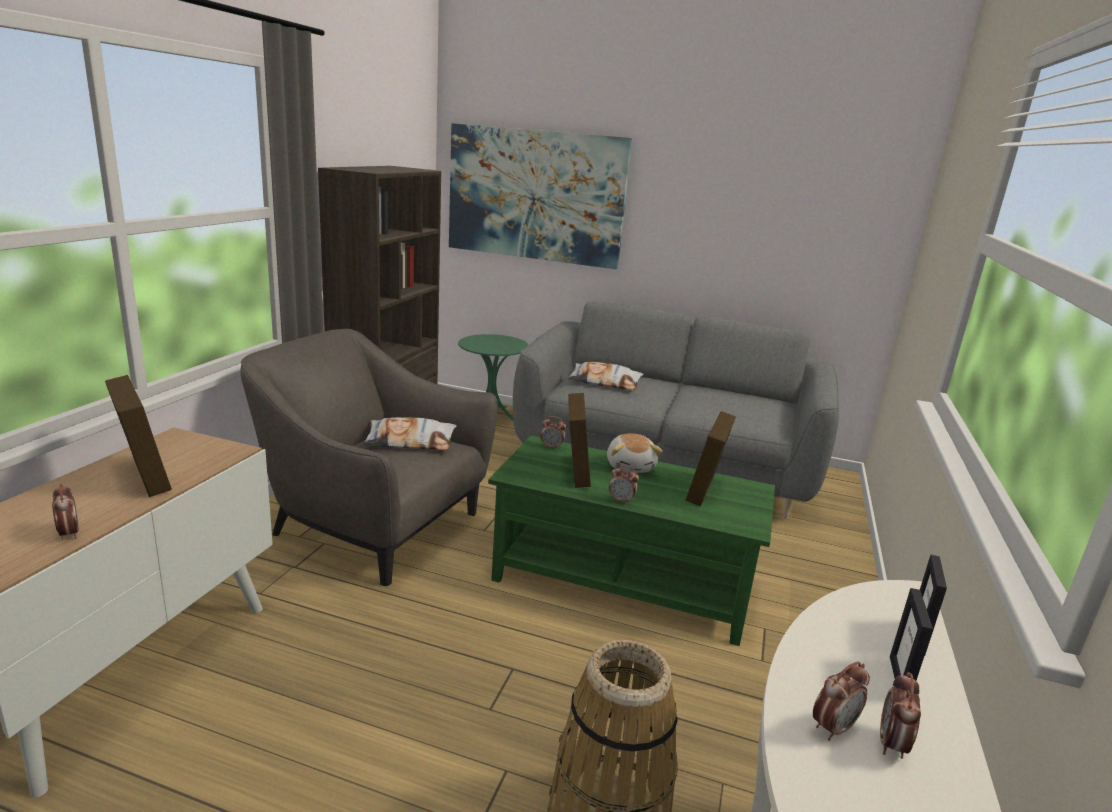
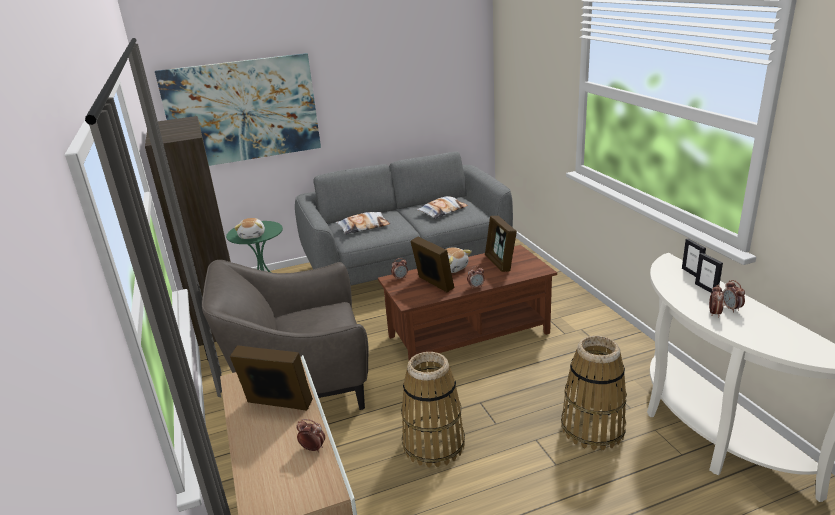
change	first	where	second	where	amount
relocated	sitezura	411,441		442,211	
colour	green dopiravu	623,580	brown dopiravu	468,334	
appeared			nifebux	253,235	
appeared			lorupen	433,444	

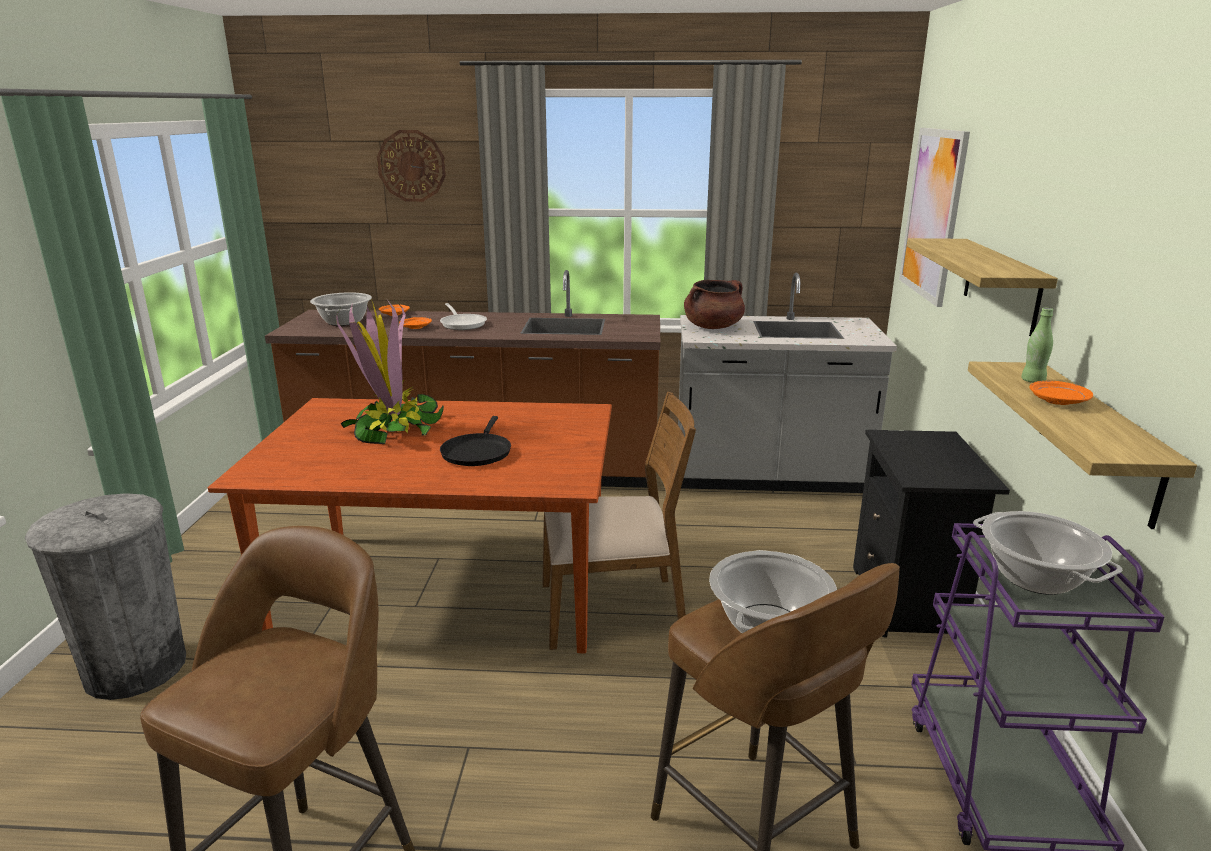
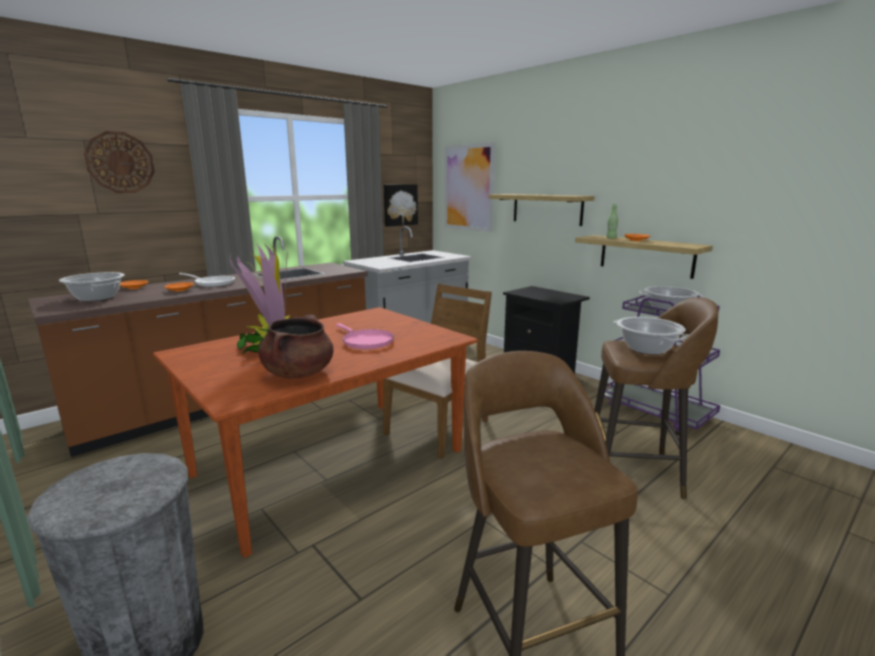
change	first	where	second	where	amount
relocated	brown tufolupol	713,327		299,373	
colour	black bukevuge	477,452	pink bukevuge	366,341	
appeared			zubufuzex	400,205	

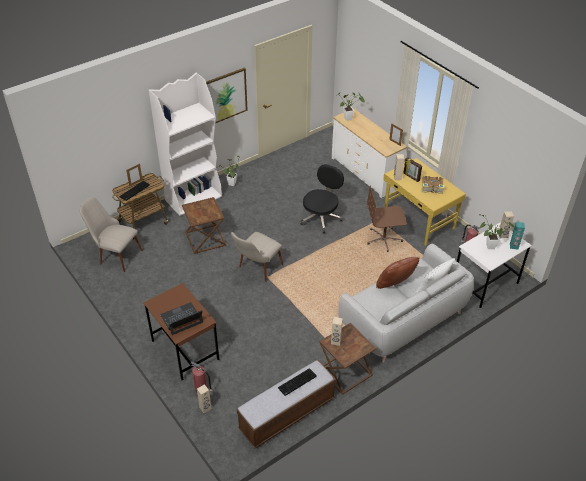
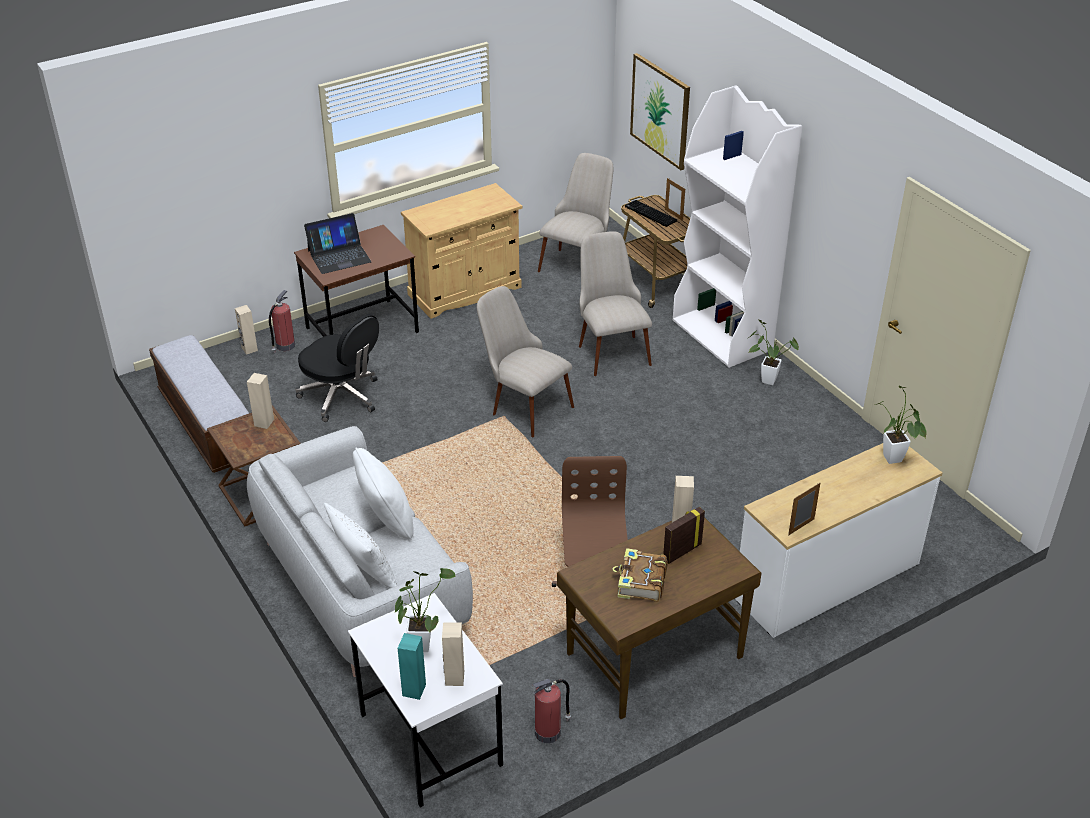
change	first	where	second	where	amount
relocated	zubufuzex	224,96		660,111	
colour	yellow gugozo	418,220	brown gugozo	652,654	
relocated	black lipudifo	321,218		342,396	
exchanged	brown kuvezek	204,238	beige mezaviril	610,348	
colour	brown sitezura	395,285	white sitezura	386,521	
spun	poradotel	181,319		339,256	90 degrees clockwise
missing	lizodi	297,383			
appeared			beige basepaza	465,291	

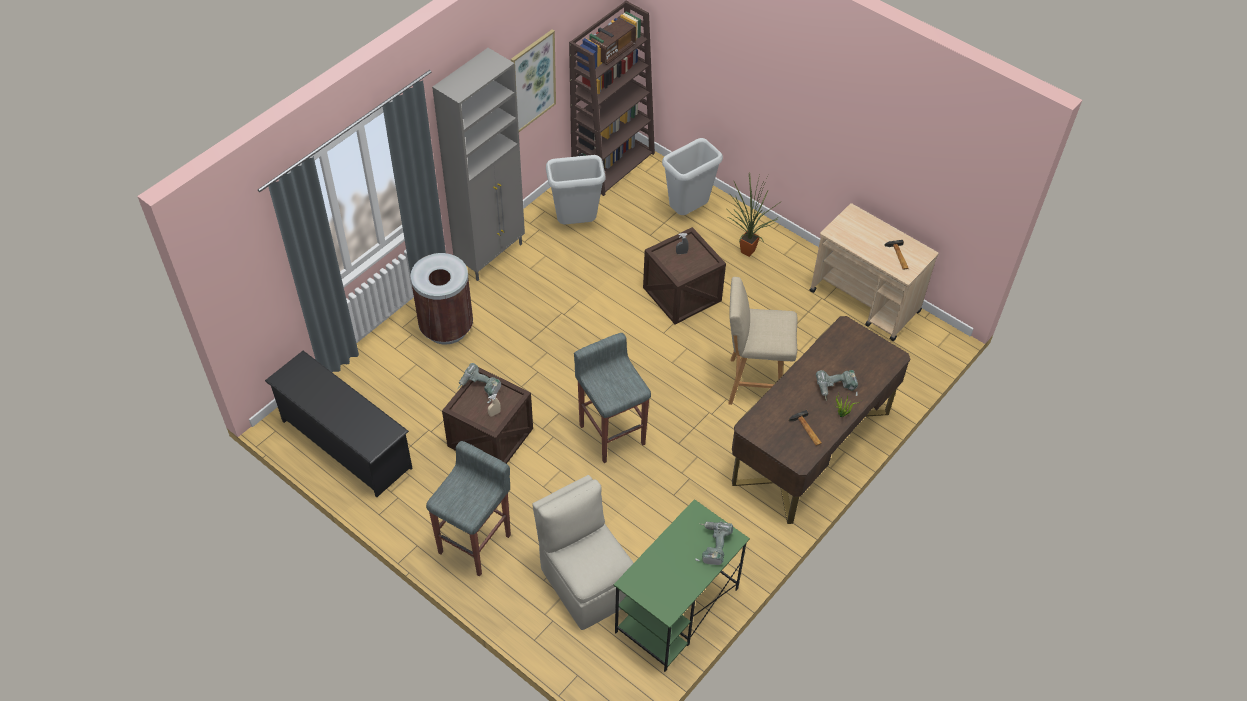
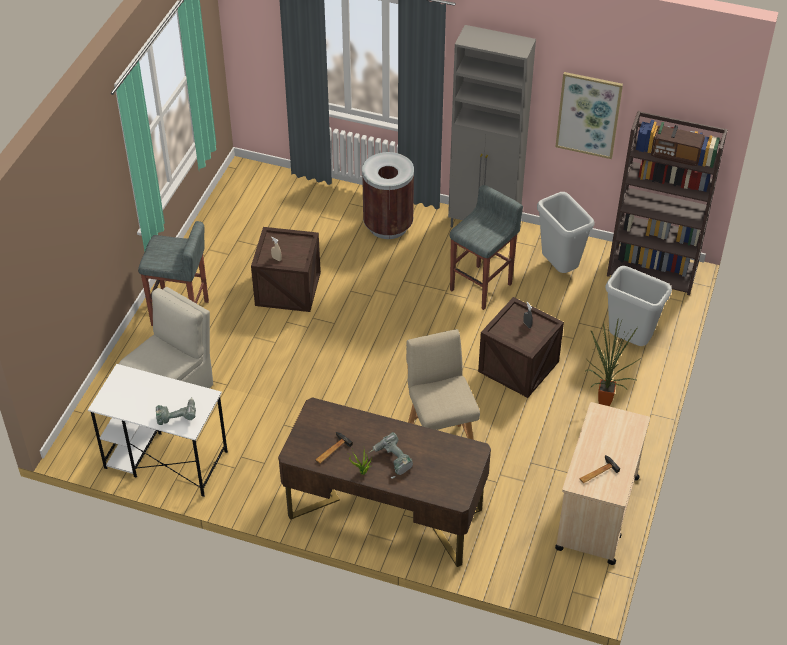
change	first	where	second	where	amount
relocated	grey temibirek	612,433		482,287	
missing	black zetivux	345,444			
missing	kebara	479,388			
colour	green gugozo	676,611	white gugozo	165,459	

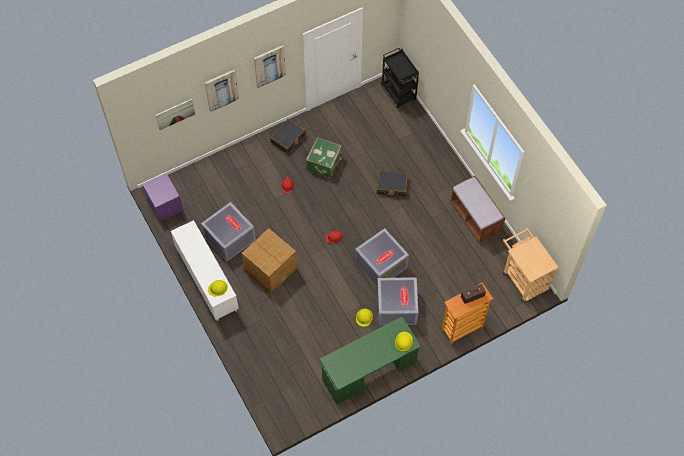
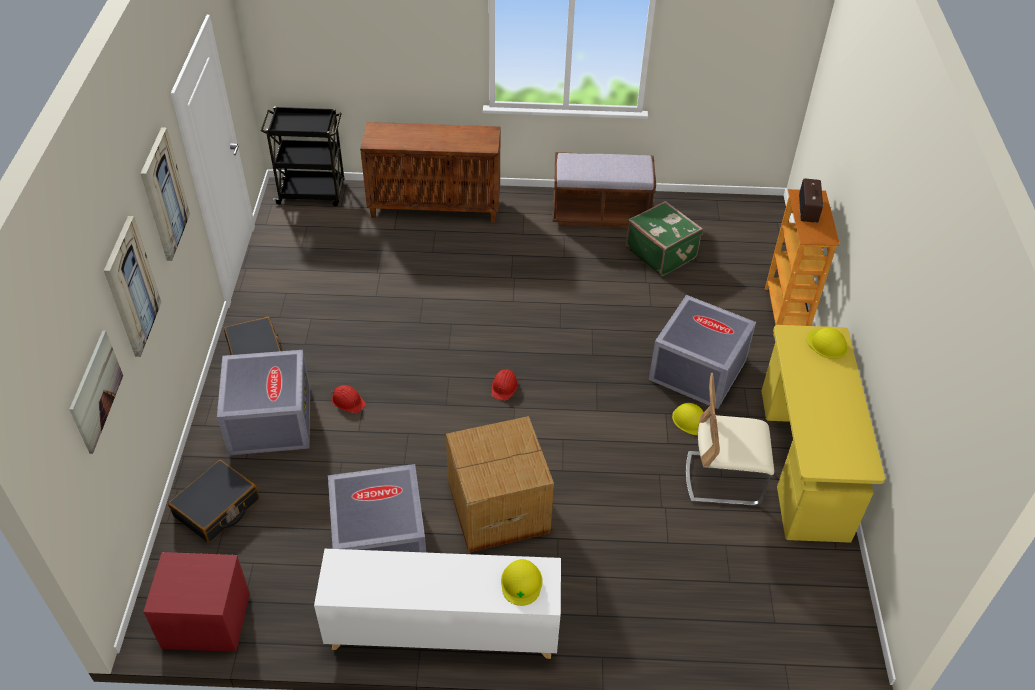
change	first	where	second	where	amount
relocated	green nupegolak	325,163		661,252	
relocated	black nupegolak	391,186		217,508	
colour	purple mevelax	164,205	red mevelax	205,622	
missing	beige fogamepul	523,277			
relocated	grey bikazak	381,263		269,420	
colour	green gugozo	369,371	yellow gugozo	803,463	
appeared			brown basepaza	435,207	
appeared			beige mezaviril	723,479	

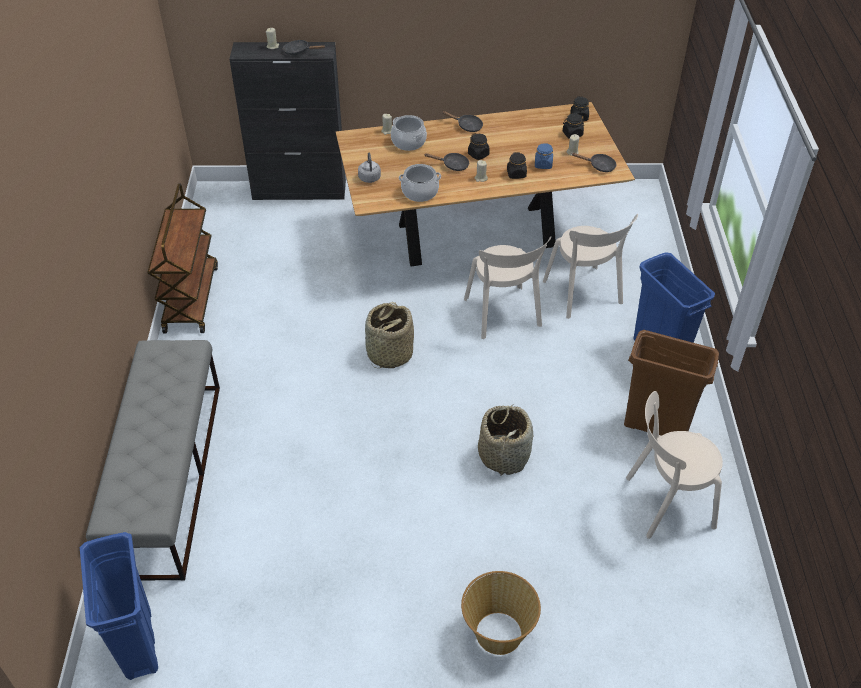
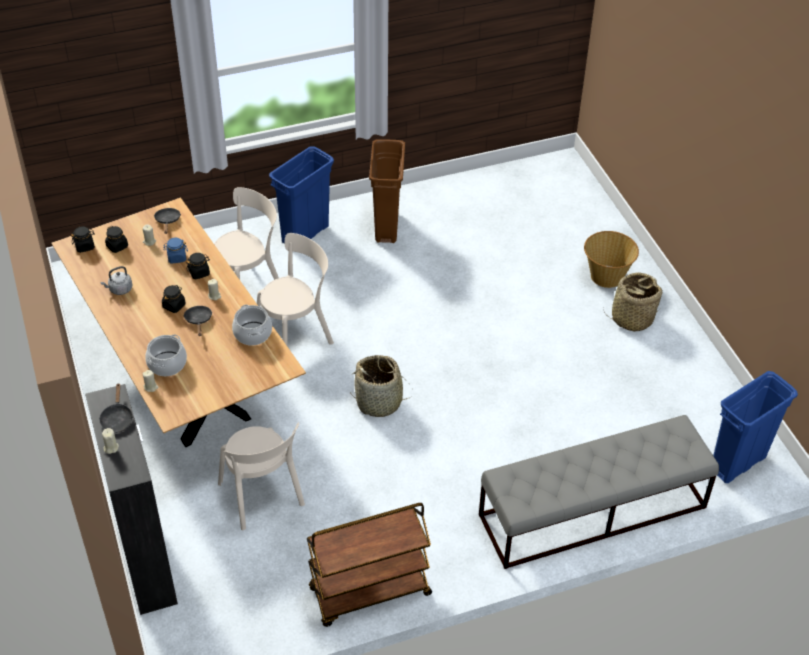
change	first	where	second	where	amount
missing	black bukevuge	467,126			
relocated	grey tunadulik	369,177		119,289	
relocated	beige mezaviril	665,503		262,497	
relocated	lorupen	504,455		631,318	

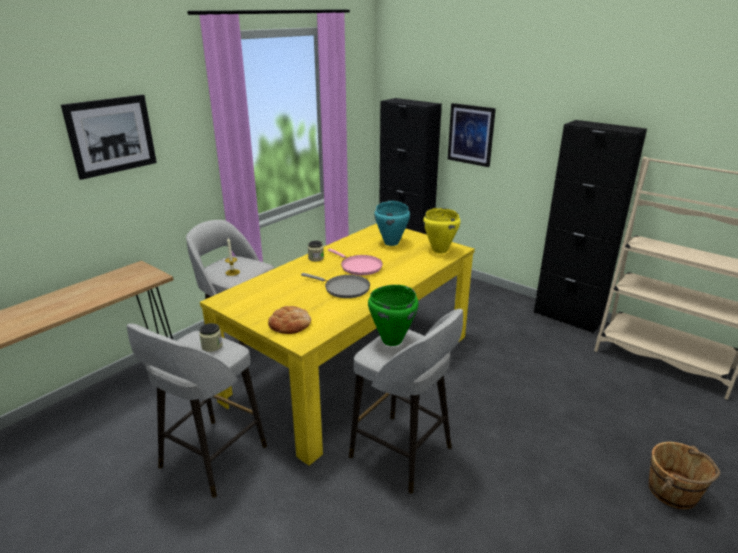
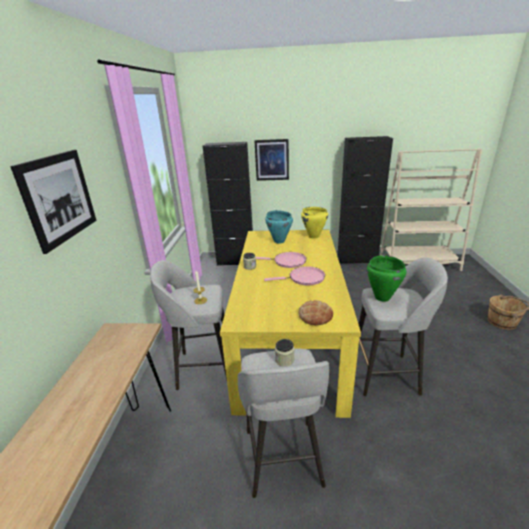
change	first	where	second	where	amount
colour	grey bukevuge	344,288	pink bukevuge	304,278	

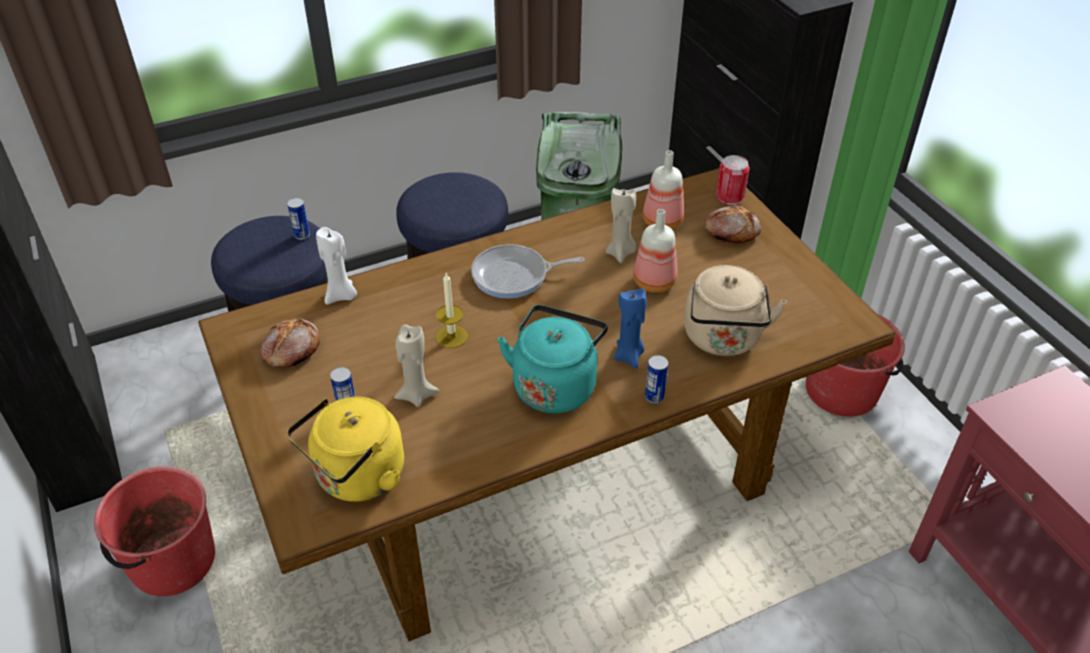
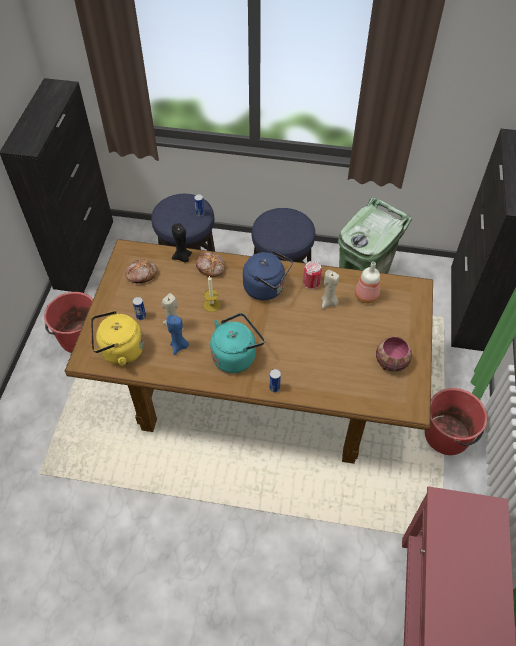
change	first	where	second	where	amount
relocated	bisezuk	730,196		311,282	
relocated	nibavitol	731,231		211,267	
missing	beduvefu	654,281			
colour	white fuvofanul	341,296	black fuvofanul	182,257	
exchanged	bukevuge	514,276	blue tunadulik	266,288	
missing	beige tunadulik	723,339			
relocated	blue fuvofanul	629,356		179,346	
appeared			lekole	390,362	

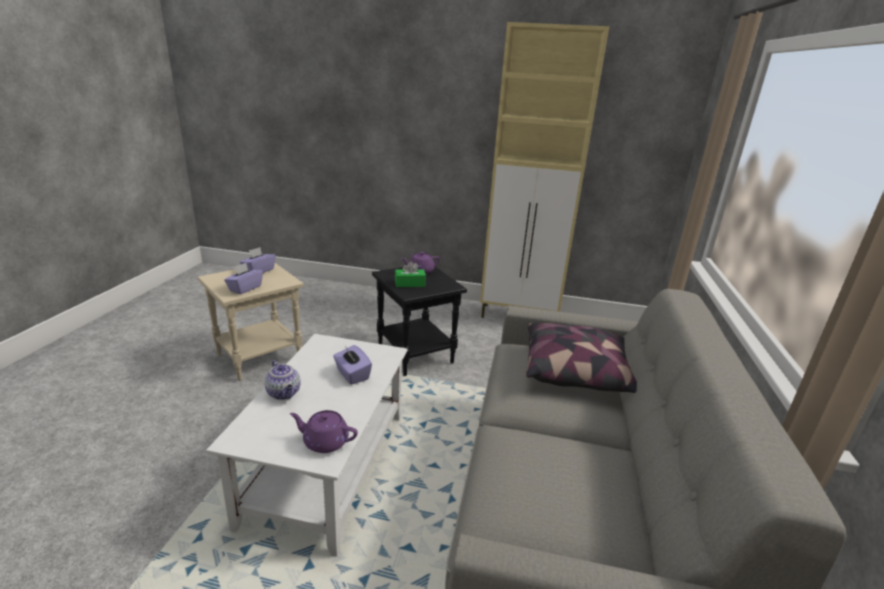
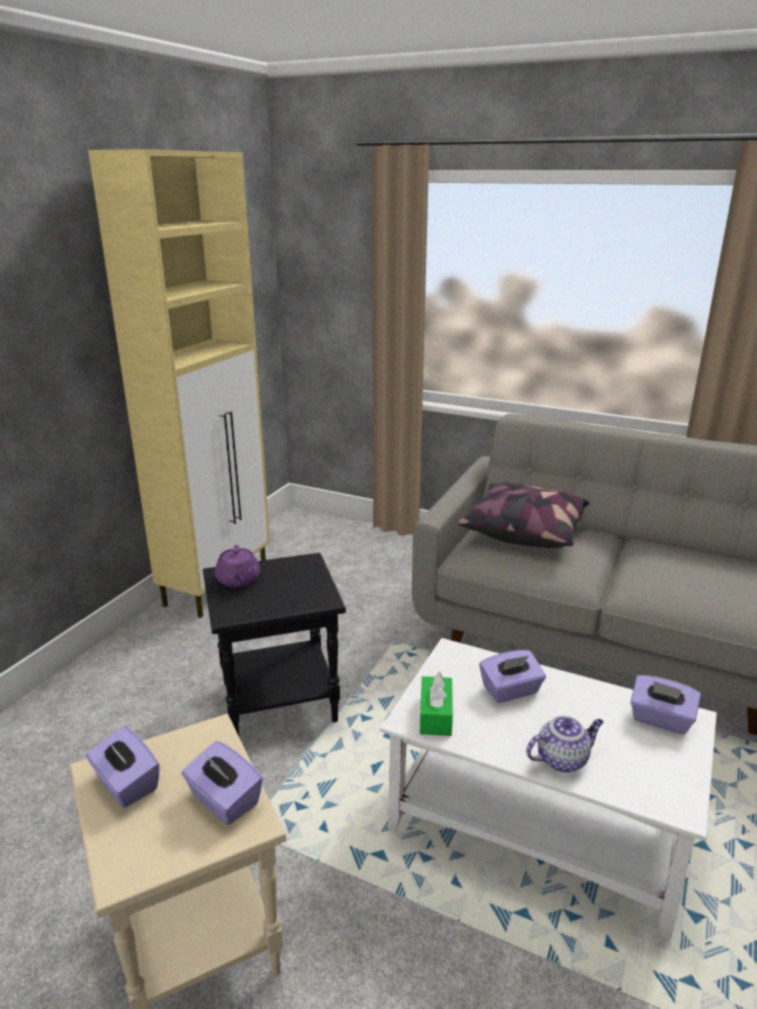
change	first	where	second	where	amount
relocated	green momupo	410,284		435,715	
exchanged	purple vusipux	325,442	purple momupo	660,719	

